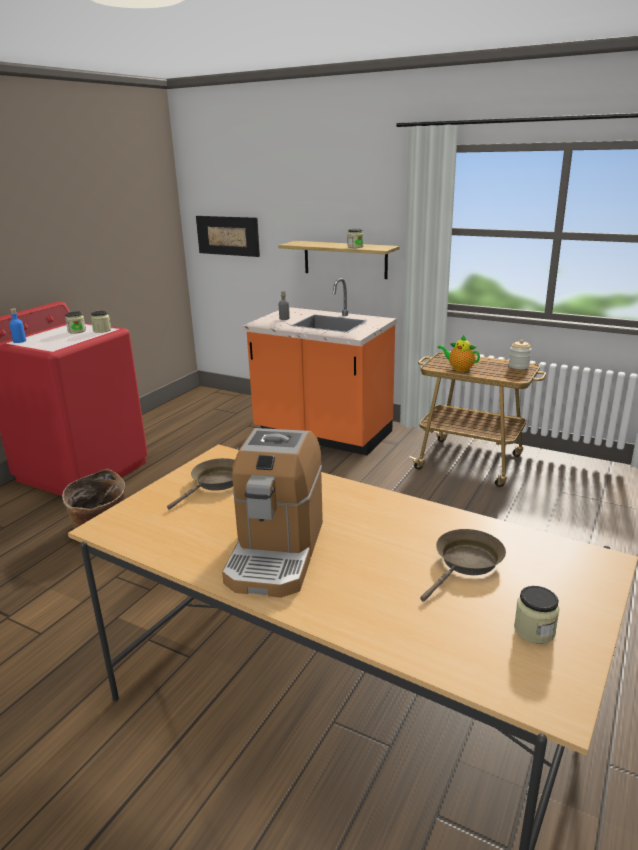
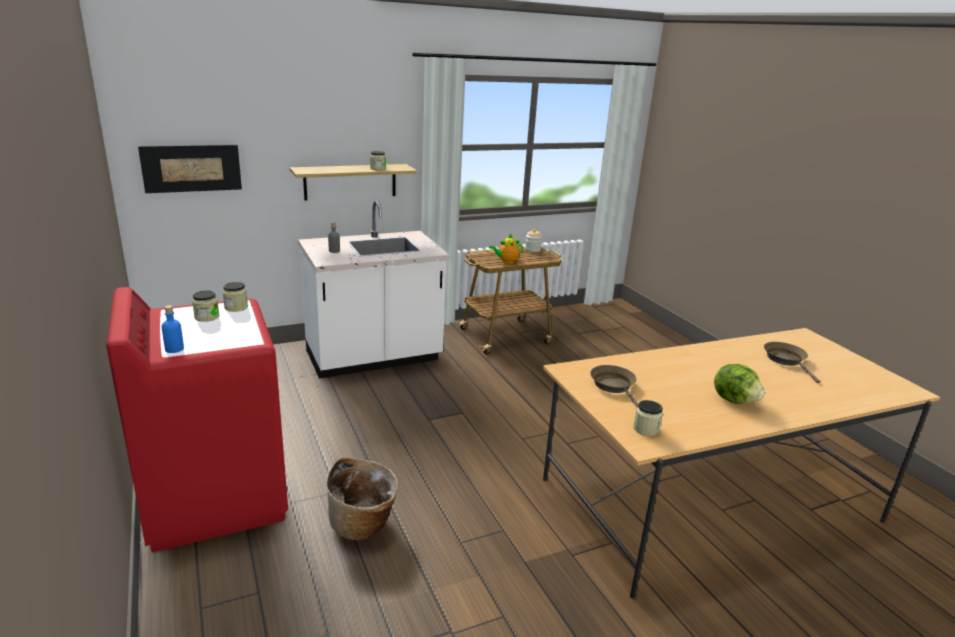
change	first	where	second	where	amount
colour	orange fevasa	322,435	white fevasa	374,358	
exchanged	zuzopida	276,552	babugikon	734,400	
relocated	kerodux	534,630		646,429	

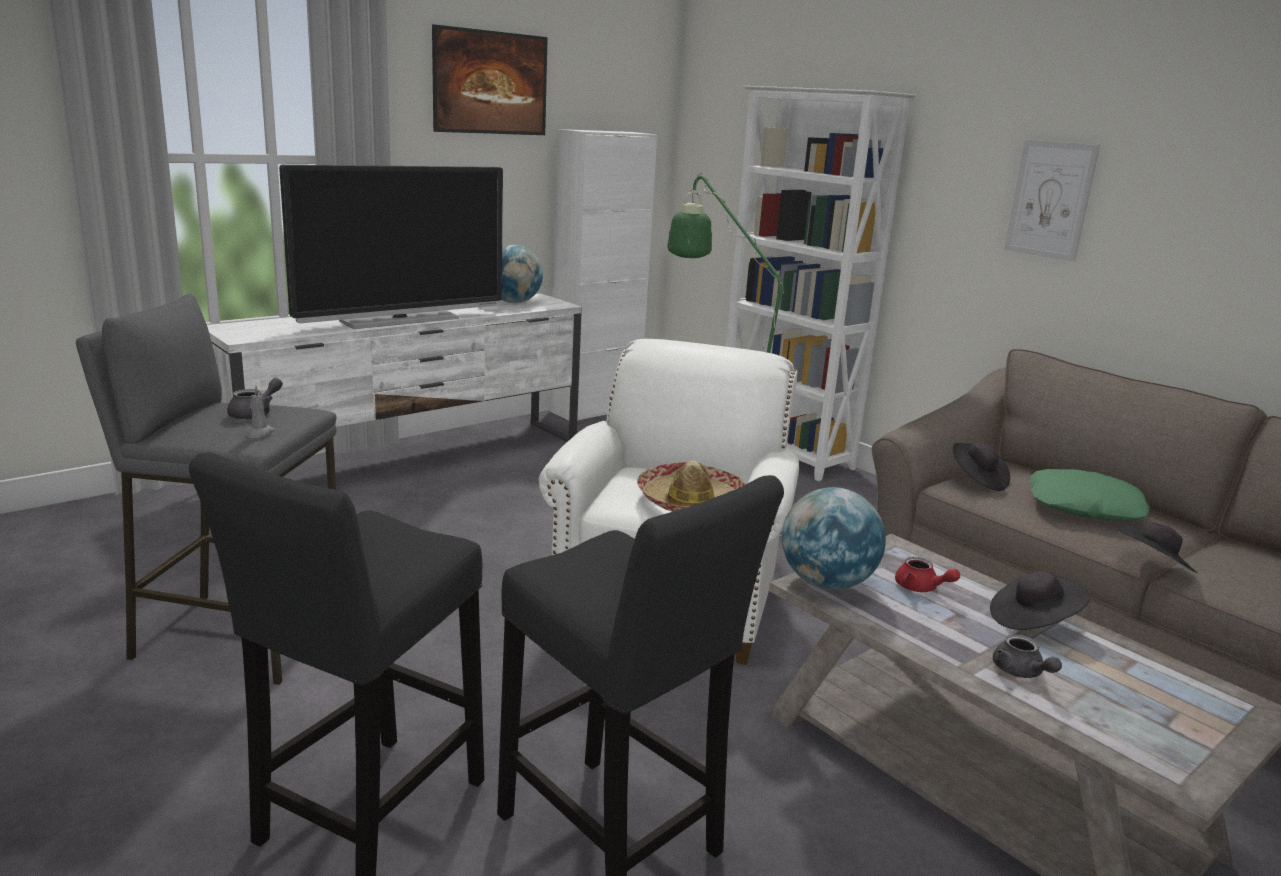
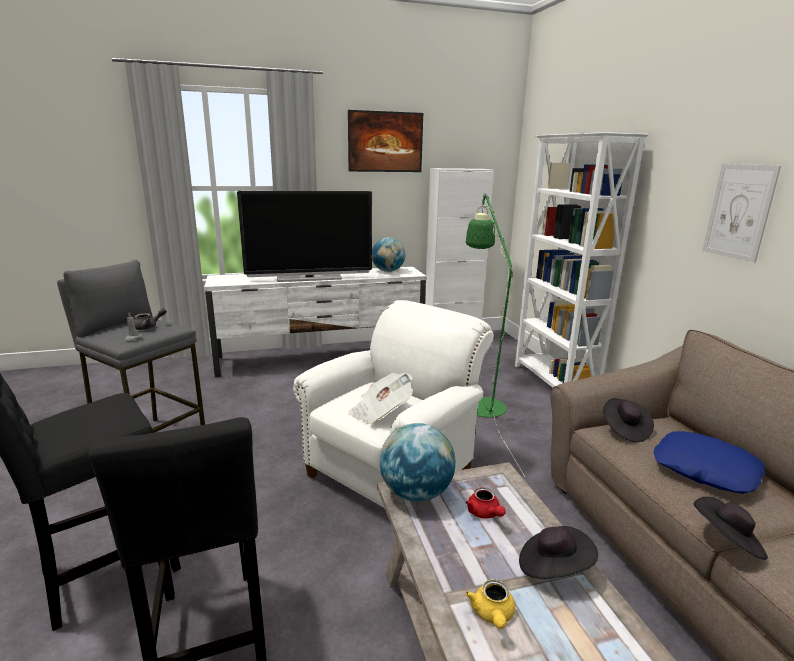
change	first	where	second	where	amount
exchanged	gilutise	690,501	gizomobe	380,412	
colour	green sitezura	1084,507	blue sitezura	704,470	
colour	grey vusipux	1020,672	yellow vusipux	492,615	

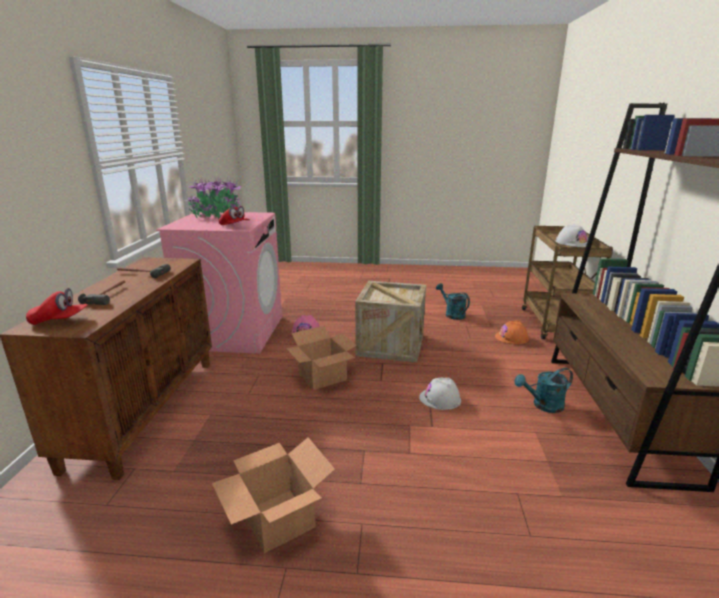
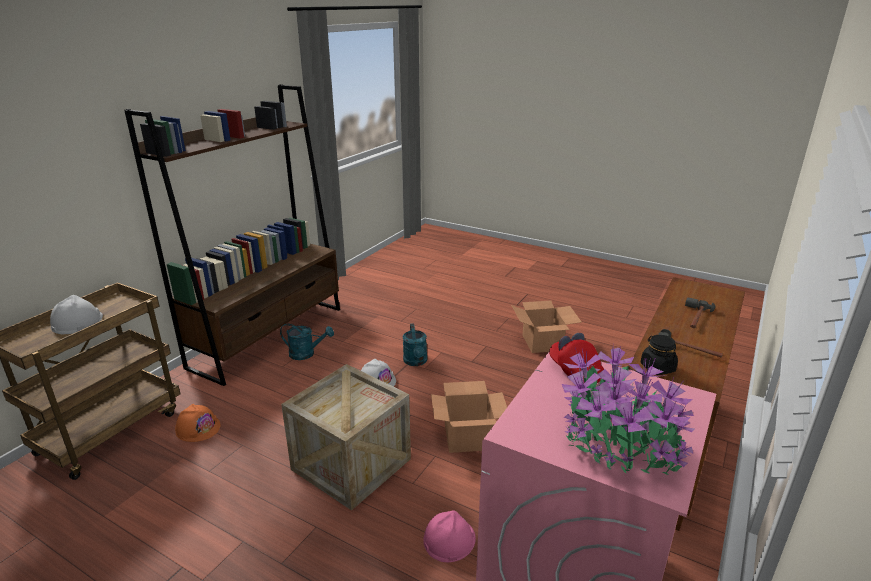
change	first	where	second	where	amount
relocated	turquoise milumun	452,314		416,362	
missing	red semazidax	60,321			
appeared			black kerodux	657,368	

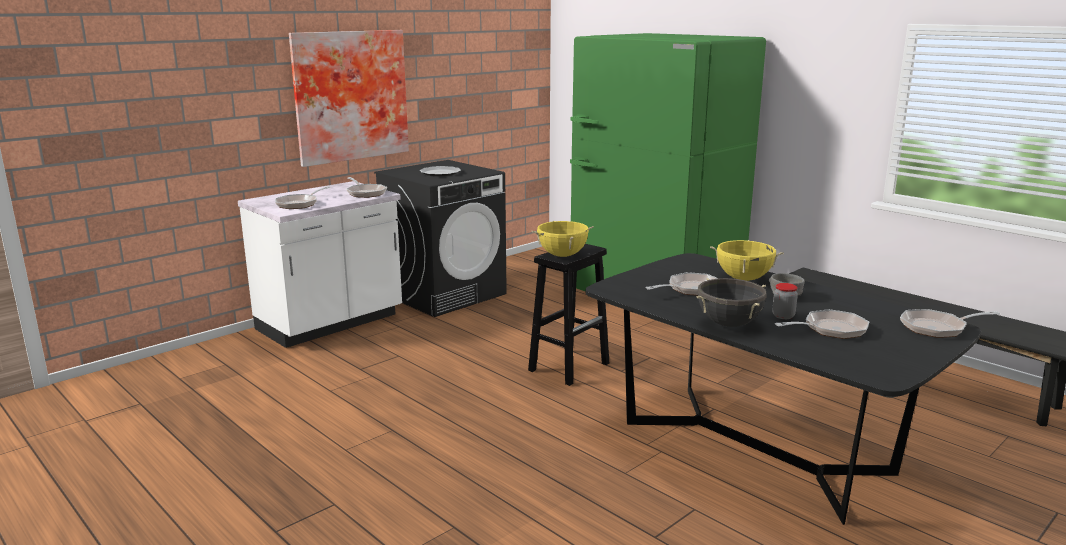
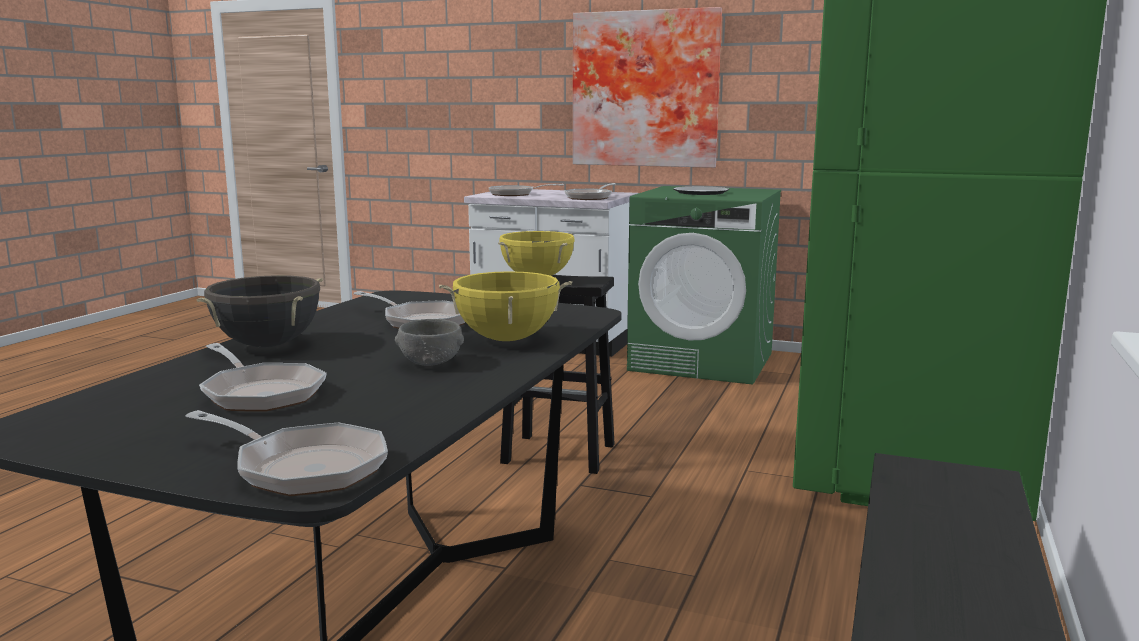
change	first	where	second	where	amount
colour	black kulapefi	445,294	green kulapefi	702,362	
missing	kerodux	783,316			
spun	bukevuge	937,328		302,467	150 degrees clockwise

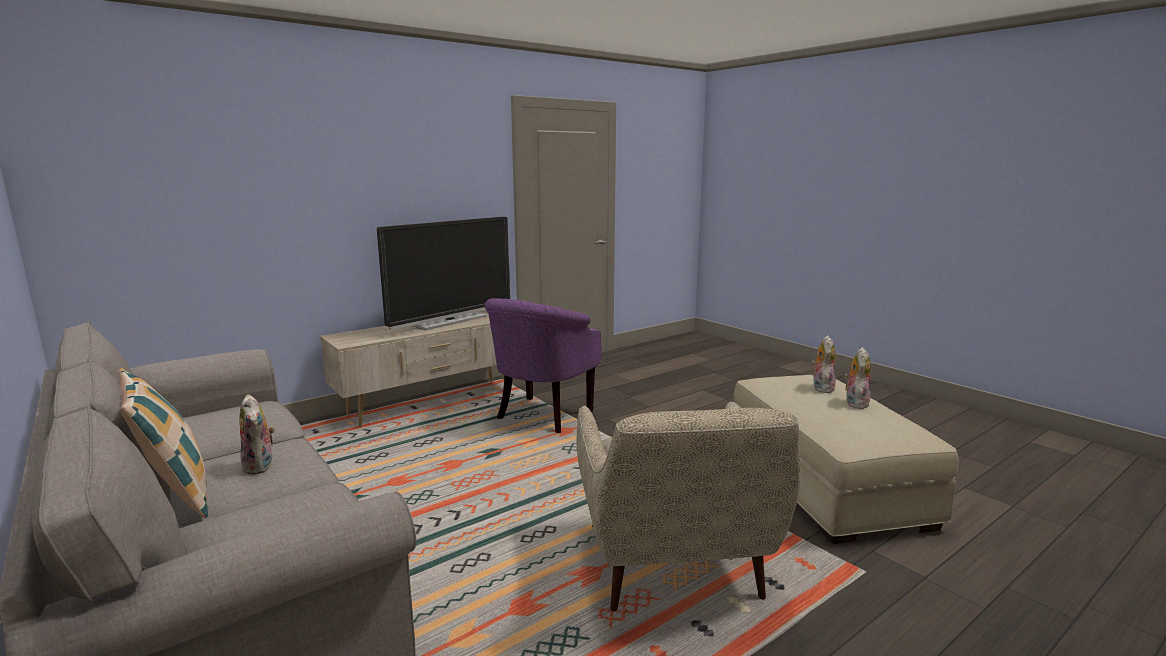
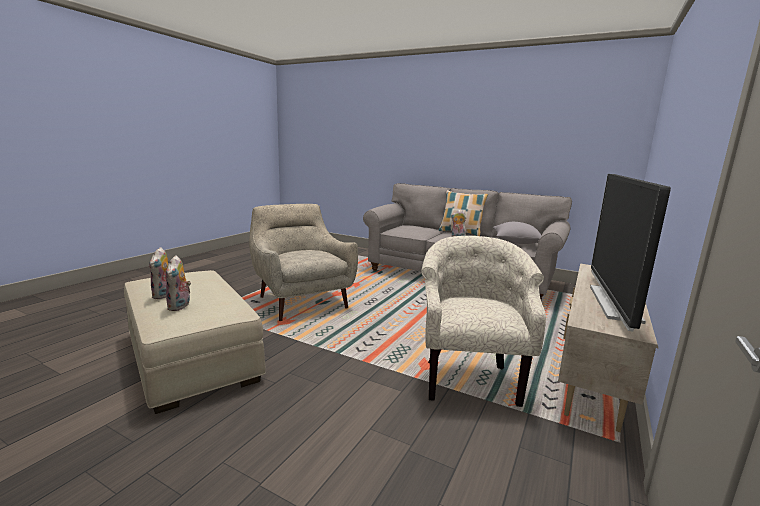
change	first	where	second	where	amount
colour	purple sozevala	541,417	beige sozevala	469,379	
appeared			grey sitezura	516,242	

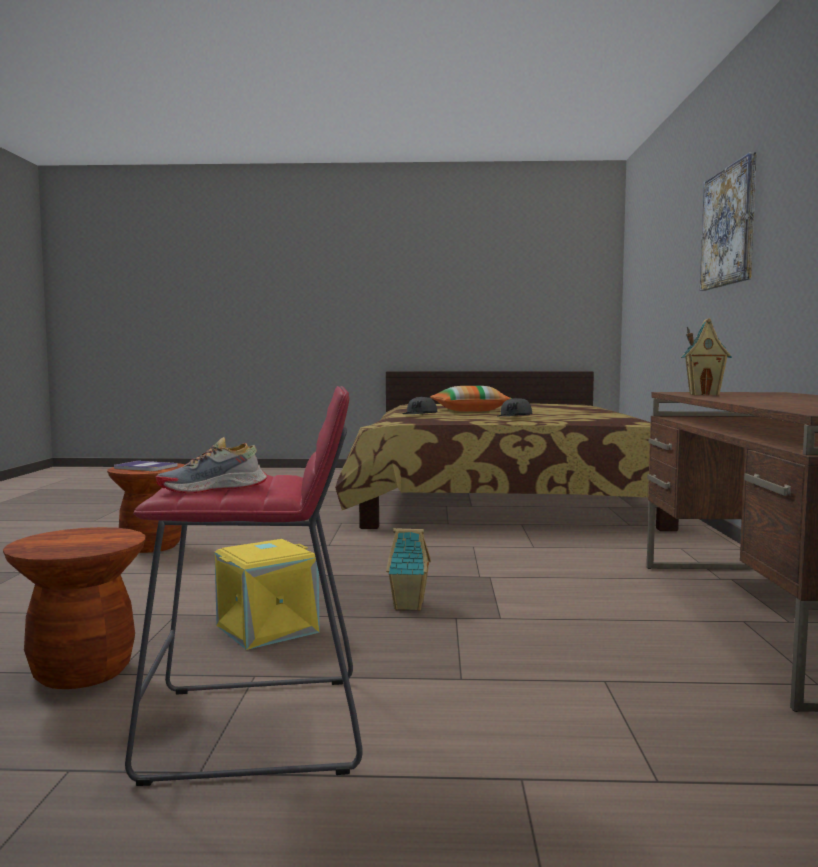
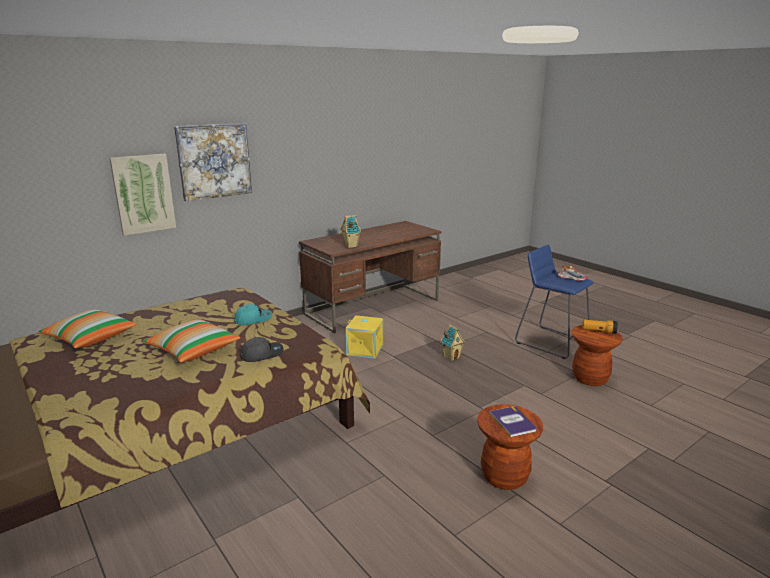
change	first	where	second	where	amount
colour	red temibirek	256,727	blue temibirek	552,342	
colour	grey semazidax	515,417	turquoise semazidax	253,319	
relocated	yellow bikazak	267,629		365,349	
appeared			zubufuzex	143,193	
appeared			sitezura	90,338	
appeared			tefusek	599,331	

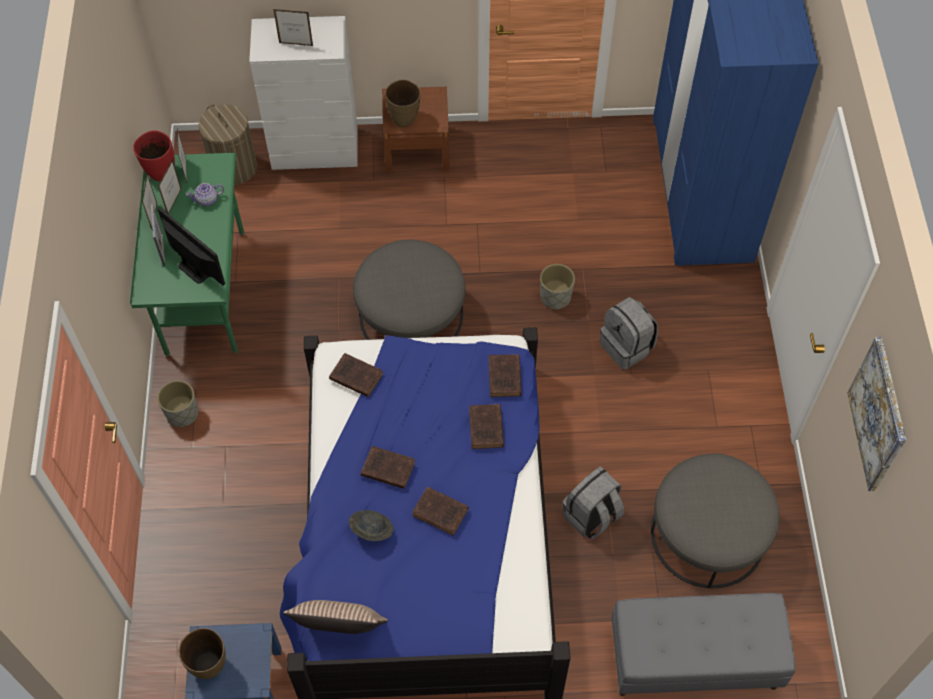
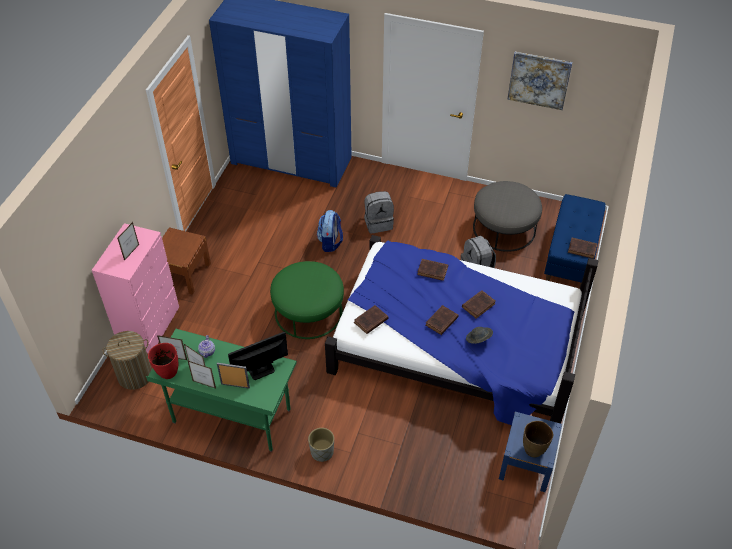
change	first	where	second	where	amount
colour	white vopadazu	315,149	pink vopadazu	149,326	
missing	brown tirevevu	404,119			
colour	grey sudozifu	411,316	green sudozifu	308,312	
exchanged	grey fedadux	555,297	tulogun	330,243	
relocated	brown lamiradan	504,378		583,249	
colour	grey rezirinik	693,660	blue rezirinik	571,256	
missing	sitezura	340,630			

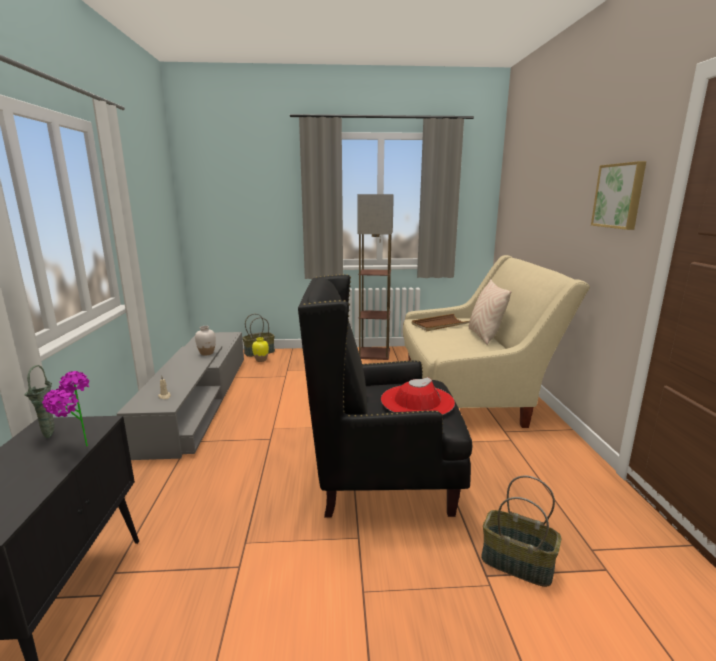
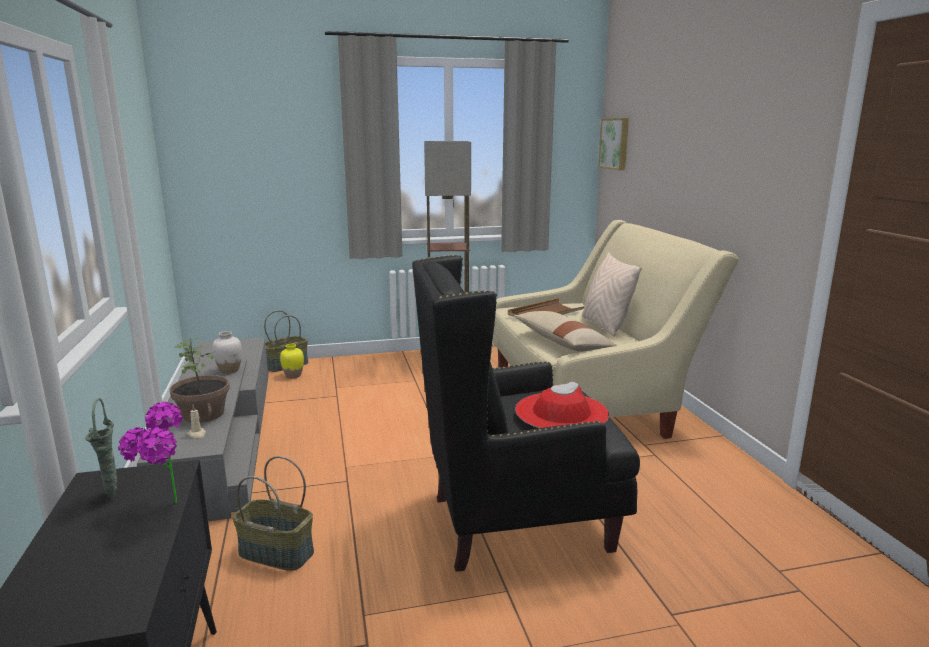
change	first	where	second	where	amount
relocated	zubufuzex	619,196		615,143	
relocated	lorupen	516,564		275,553	
appeared			beige sitezura	562,342	
appeared			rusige	204,414	

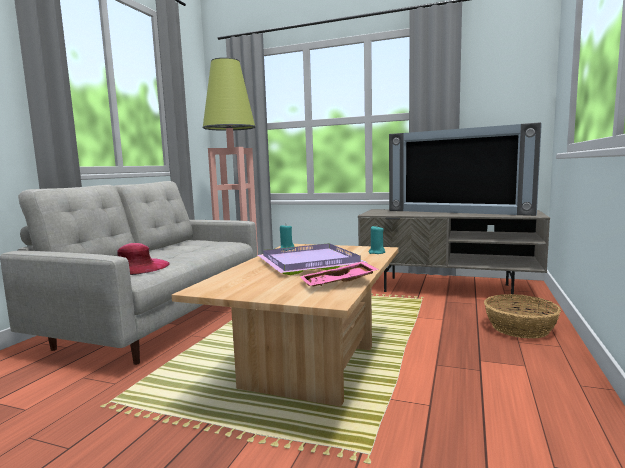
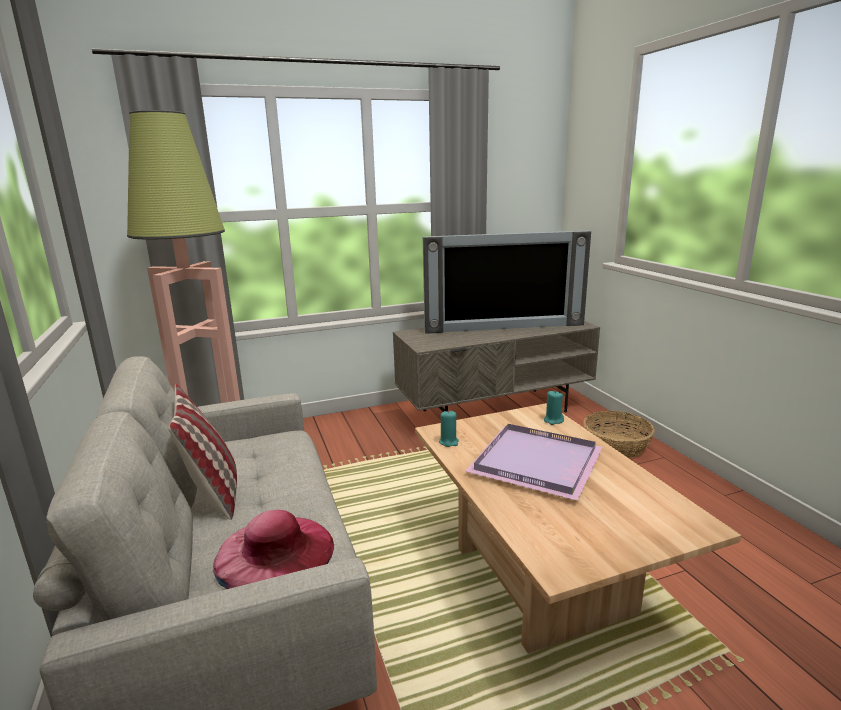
change	first	where	second	where	amount
missing	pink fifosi	339,284			
appeared			sitezura	213,492	

